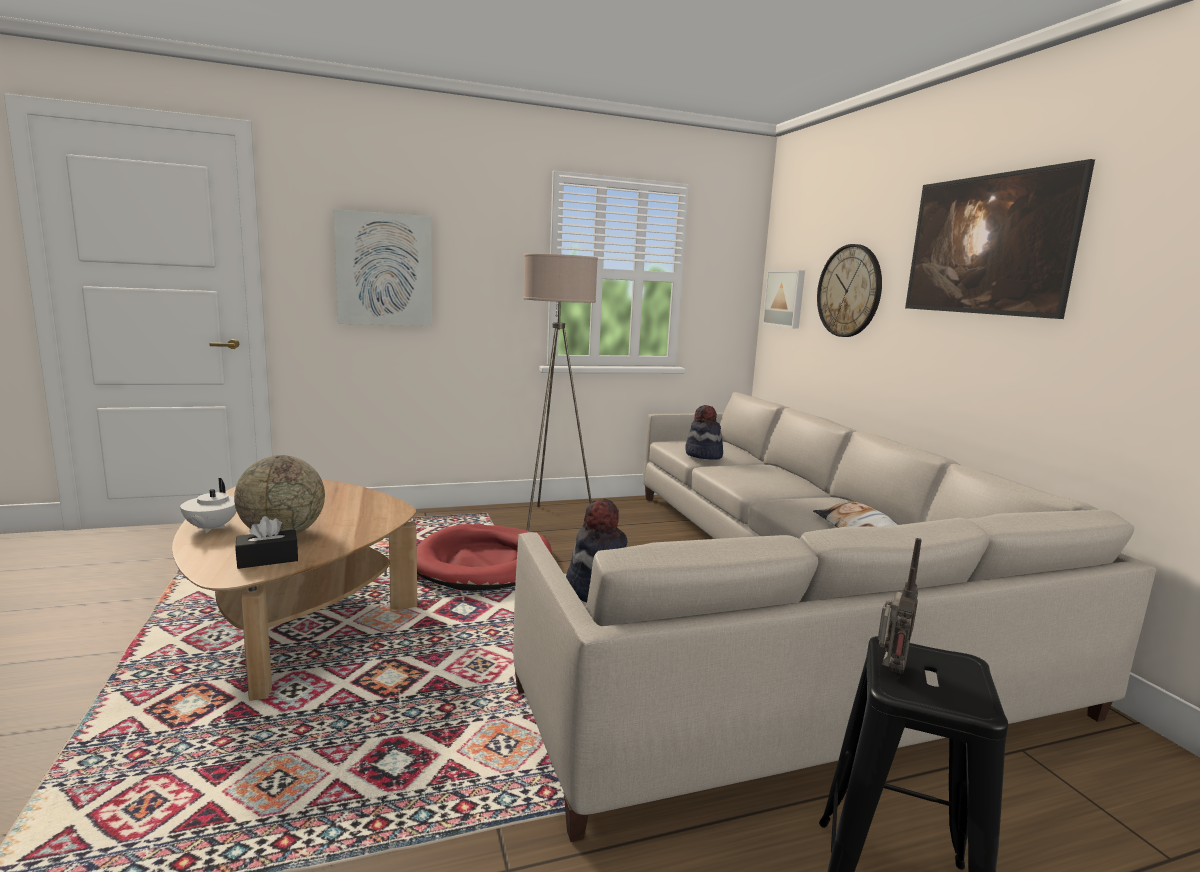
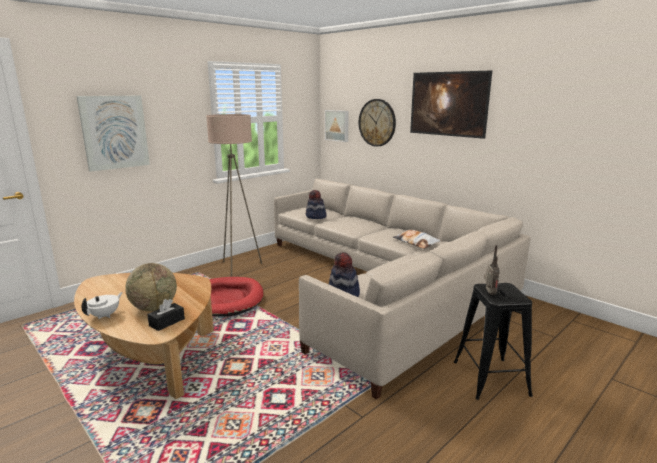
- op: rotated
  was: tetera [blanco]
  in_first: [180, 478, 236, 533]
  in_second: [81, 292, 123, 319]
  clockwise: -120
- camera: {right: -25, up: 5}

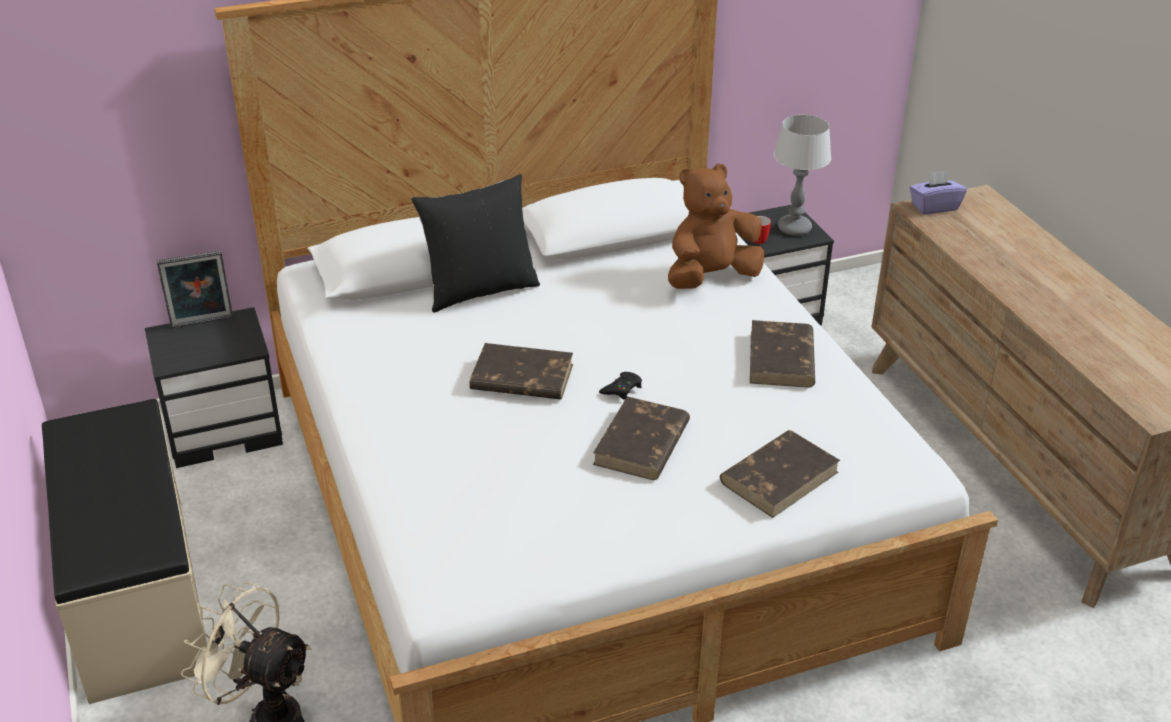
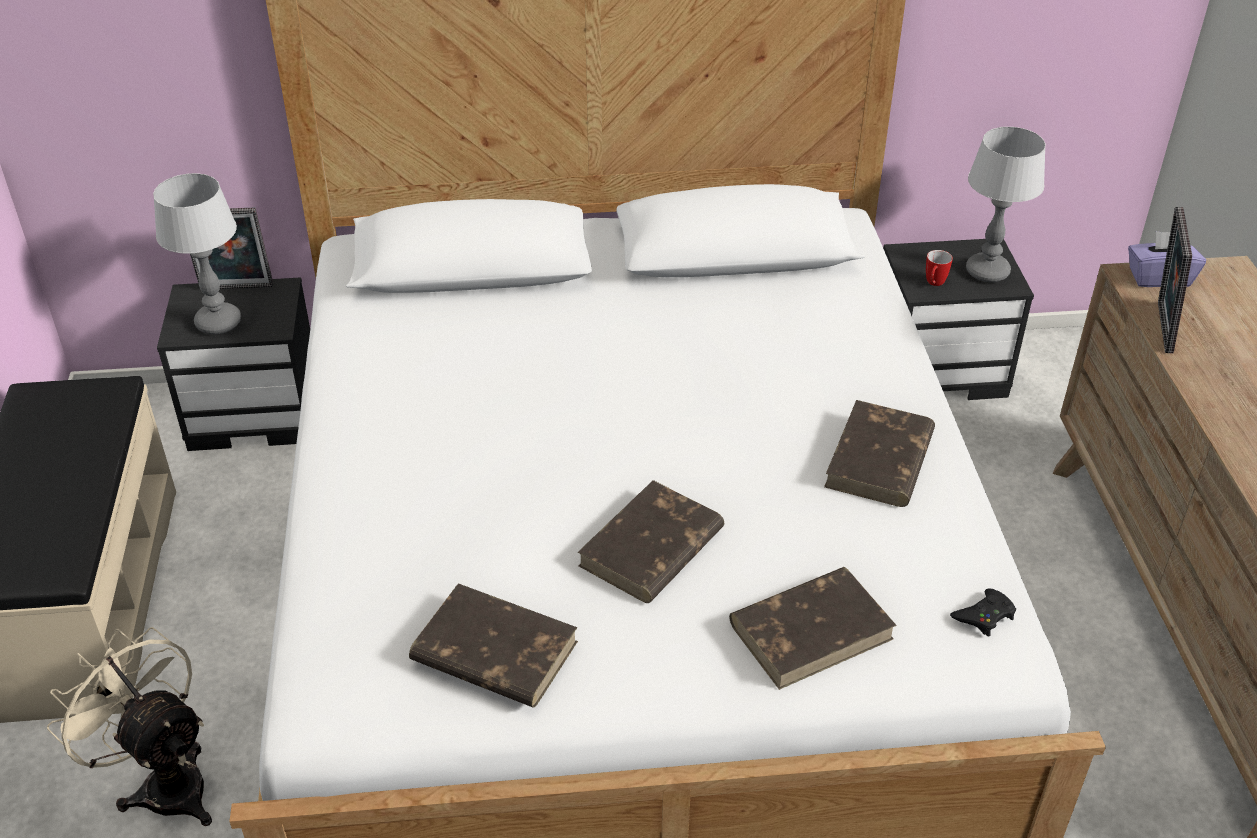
- op: new
  now: lámpara de mesa
  in_second: [153, 173, 241, 334]
- op: shifted
  was: libro [marrón]
  in_first: [469, 343, 573, 400]
  in_second: [409, 583, 578, 708]
- op: shifted
  was: mando de consola [negro]
  in_first: [599, 372, 642, 400]
  in_second: [950, 588, 1016, 637]
- op: new
  now: portarretratos
  in_second: [1158, 207, 1192, 353]
- op: gone
  was: cojín [negro]
  in_first: [411, 174, 540, 313]
- op: gone
  was: peluche [marrón]
  in_first: [668, 163, 764, 289]
- camera: {right: 15, up: 5}

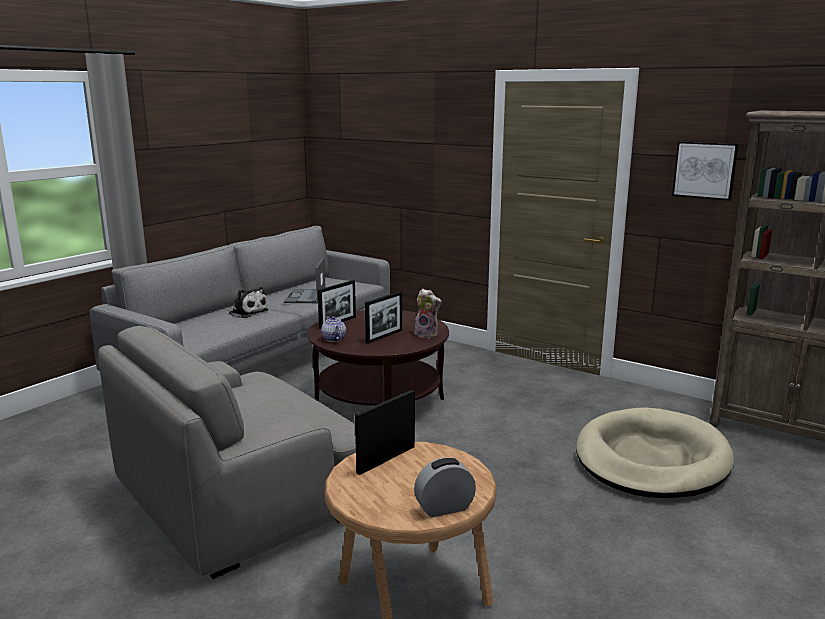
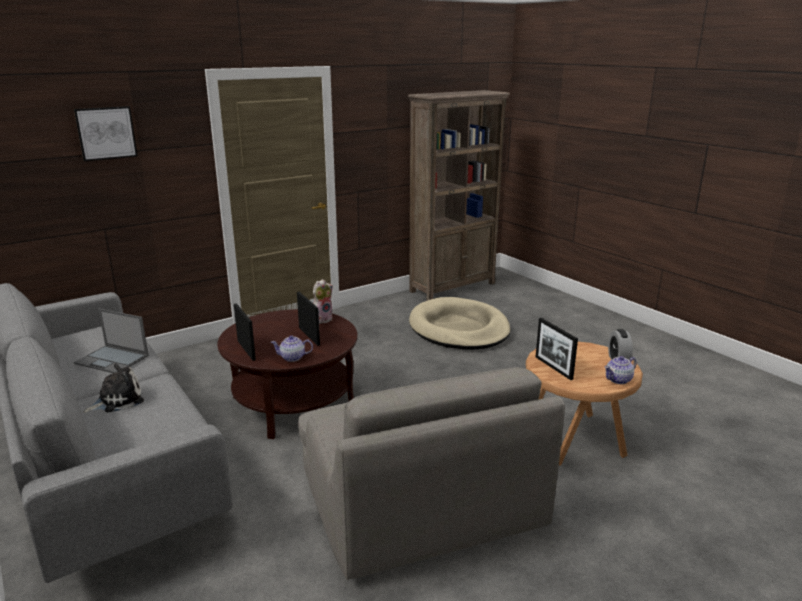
- op: shifted
  was: cuadro
  in_first: [672, 141, 739, 201]
  in_second: [74, 106, 138, 161]
- op: new
  now: tetera
  in_second: [605, 356, 636, 384]
- camera: {right: -70, up: 5}

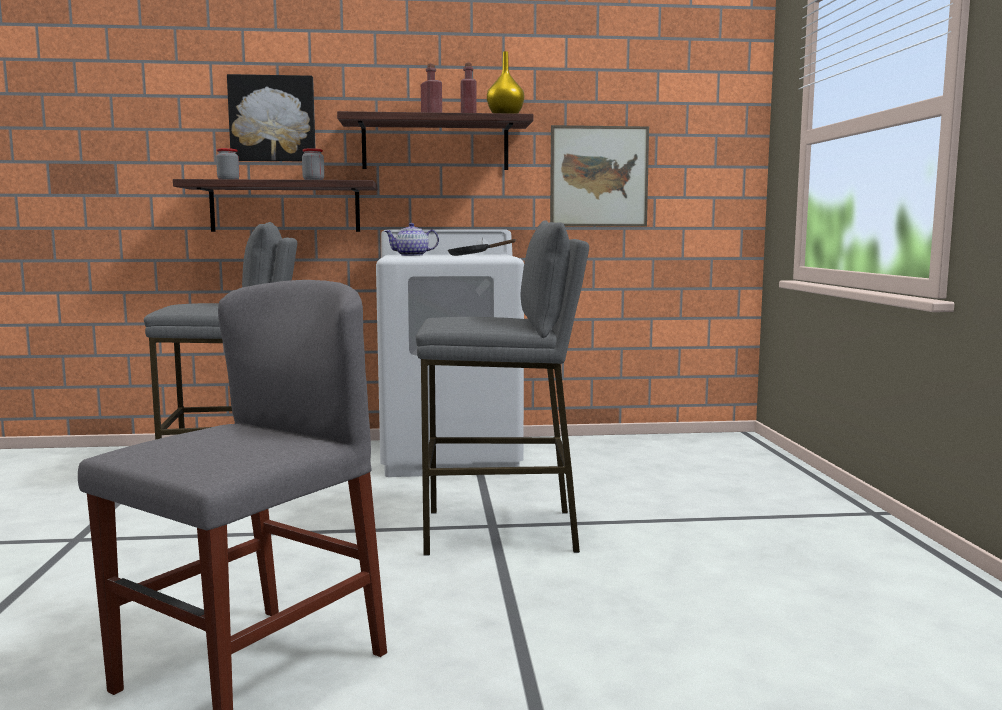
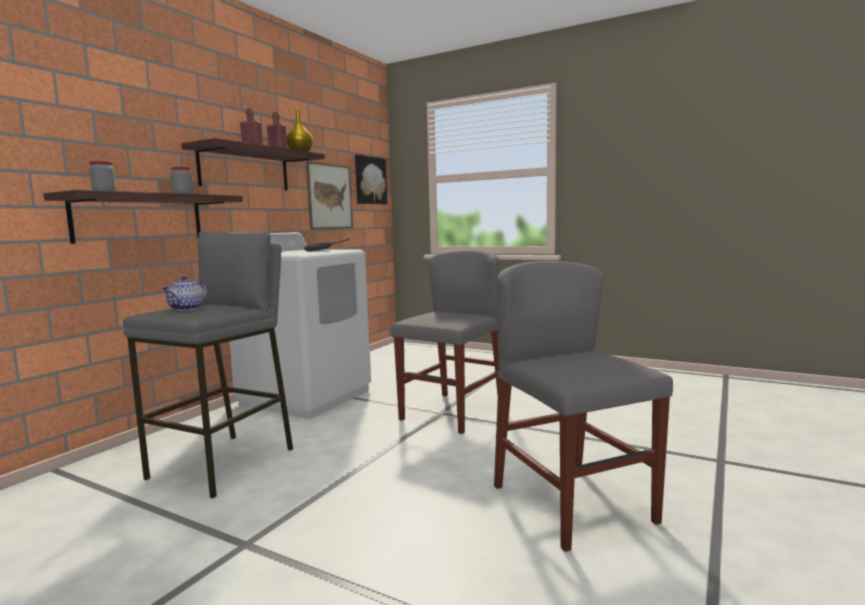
- op: shifted
  was: tetera
  in_first: [384, 223, 439, 256]
  in_second: [161, 276, 207, 311]
- op: shifted
  was: cuadro
  in_first: [227, 74, 316, 161]
  in_second: [355, 155, 387, 204]
- op: swapped
  was: taburete [gris]
  now: silla [gris]
  in_first: [416, 220, 589, 555]
  in_second: [391, 250, 500, 434]
- camera: {right: -55, up: 0}

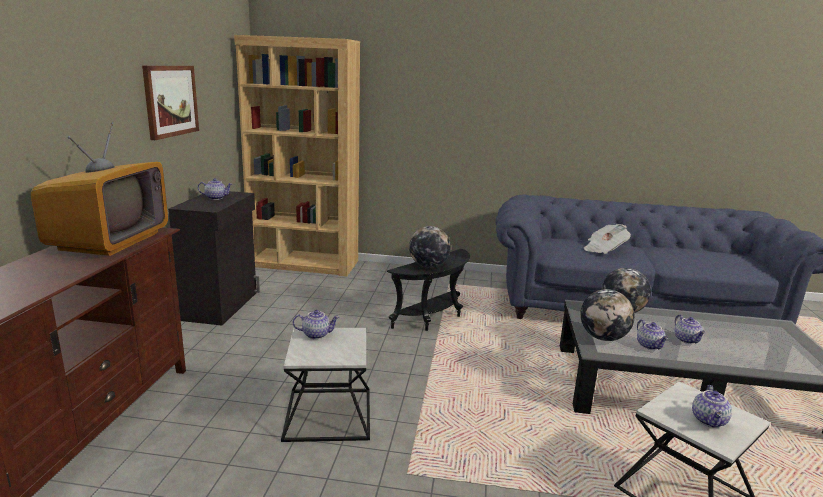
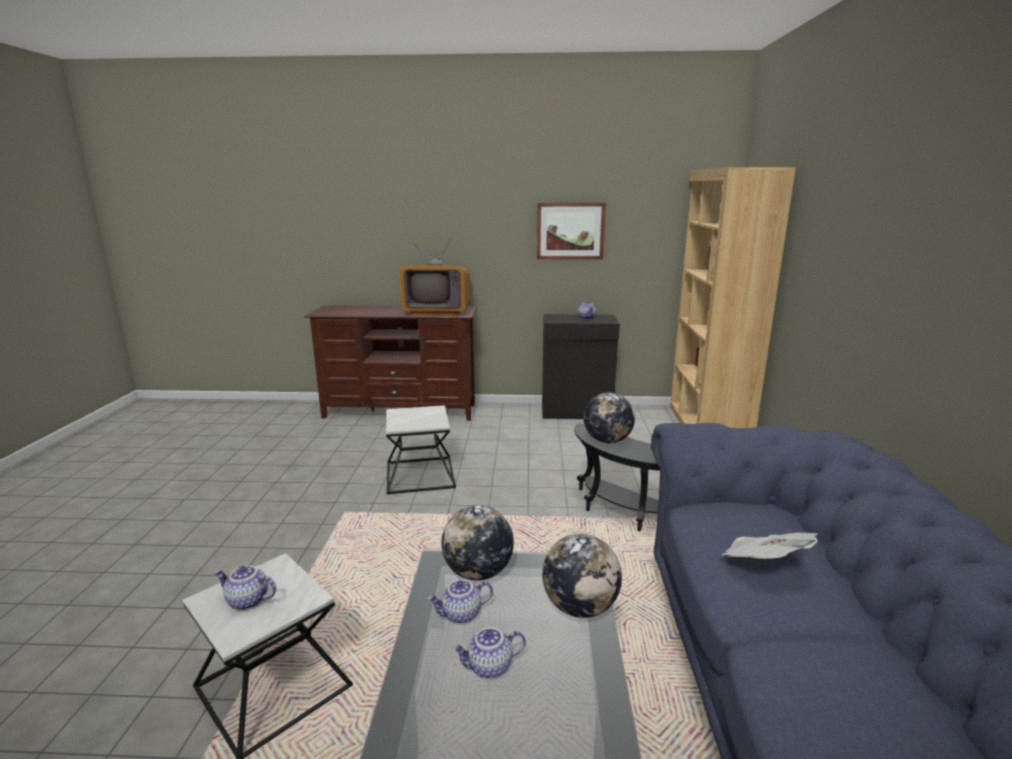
- op: gone
  was: tetera
  in_first: [293, 310, 340, 339]
- camera: {right: 85, up: 0}

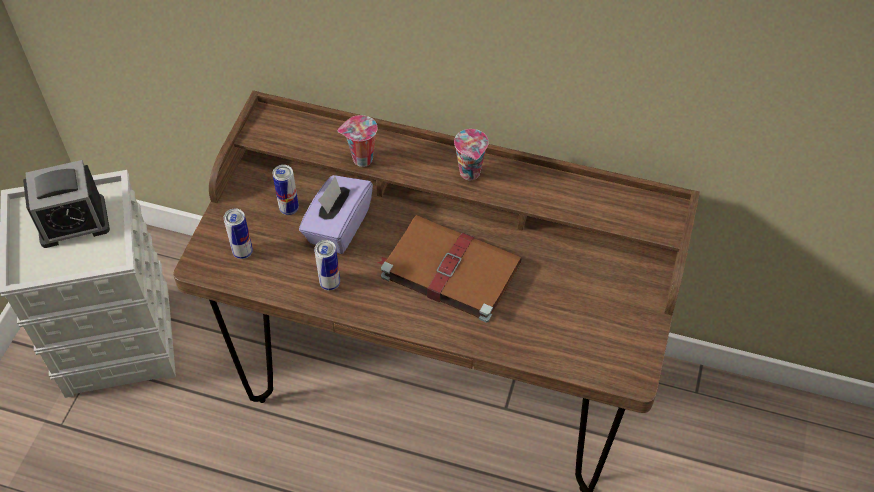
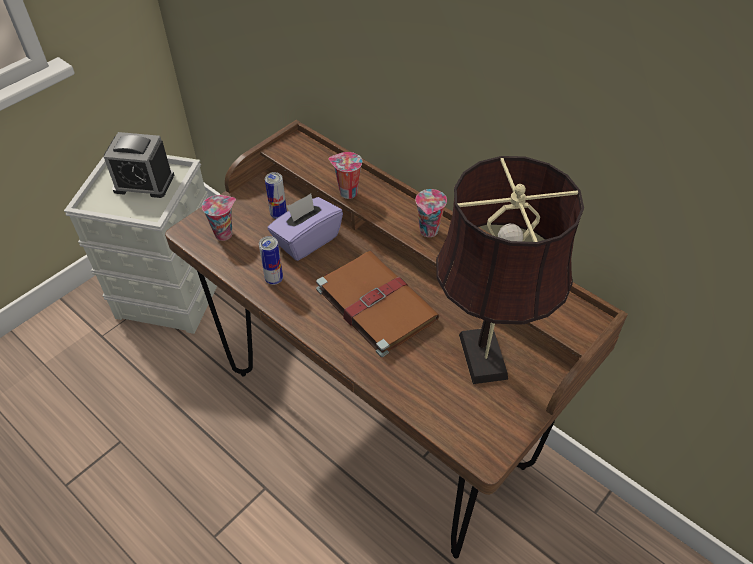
- op: swapped
  was: lata
  now: taza
  in_first: [223, 208, 253, 259]
  in_second: [202, 195, 236, 241]
- op: new
  now: lámpara de mesa [marrón]
  in_second: [436, 156, 584, 384]
- camera: {right: 25, up: -5}

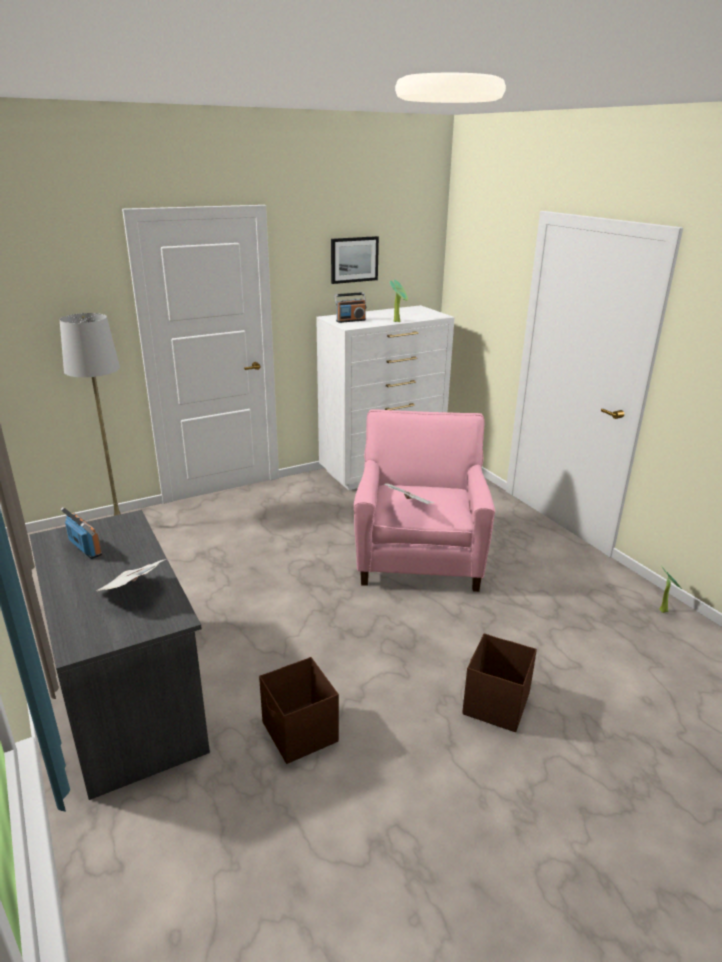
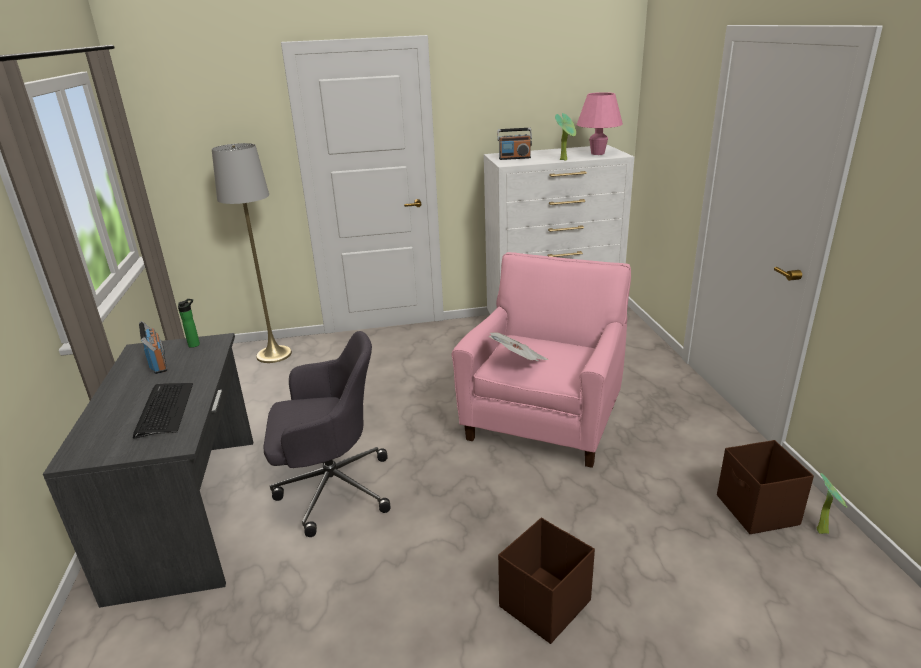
- op: swapped
  was: periódico
  now: teclado
  in_first: [96, 559, 166, 591]
  in_second: [133, 383, 193, 438]
- op: new
  now: botella
  in_second: [178, 299, 200, 348]
- op: new
  now: silla de oficina [gris]
  in_second: [264, 331, 390, 537]
- op: new
  now: lámpara de mesa [rosa]
  in_second: [577, 92, 623, 155]
- op: shifted
  was: caja de almacenaje [marrón]
  in_first: [259, 657, 339, 764]
  in_second: [717, 440, 814, 534]
- op: gone
  was: cuadro
  in_first: [331, 236, 379, 284]
- camera: {right: 20, up: 0}

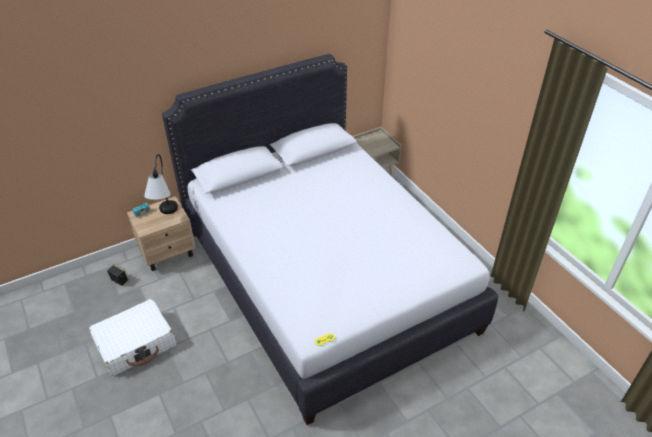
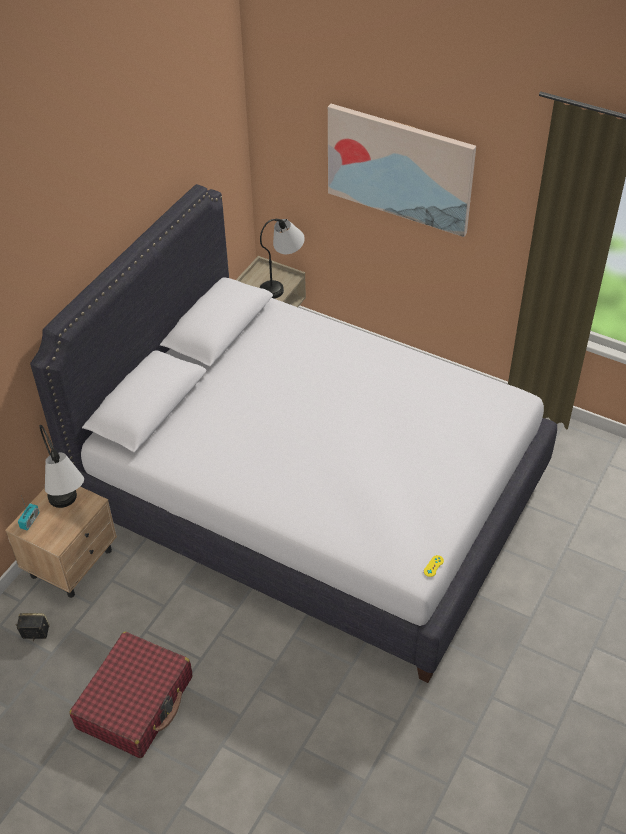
- op: repainted
  was: maleta [blanco]
  now: maleta [rojo]
  in_first: [89, 299, 176, 376]
  in_second: [69, 632, 192, 758]
- op: new
  now: lámpara de mesa
  in_second: [260, 219, 305, 299]
- op: new
  now: cuadro
  in_second: [328, 104, 476, 237]
- camera: {right: -30, up: 5}

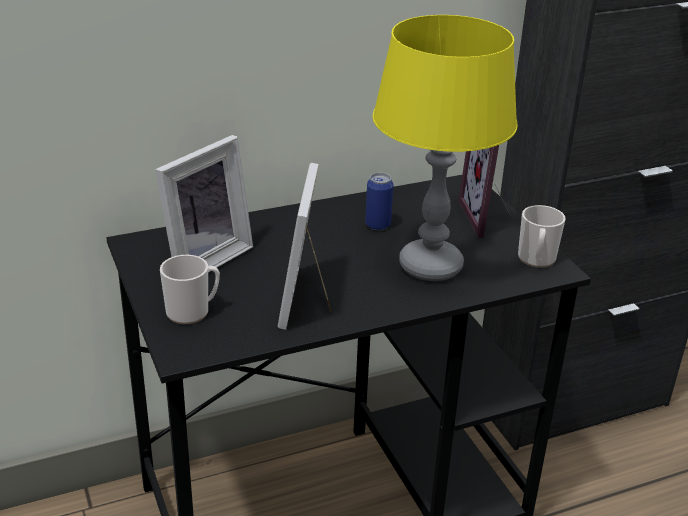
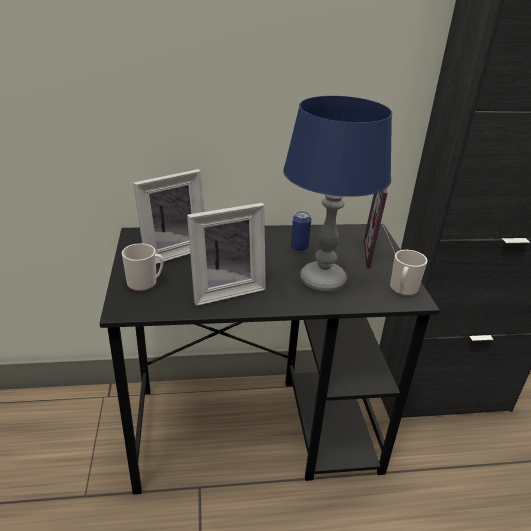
- op: rotated
  was: portarretratos
  in_first: [278, 163, 331, 330]
  in_second: [187, 203, 266, 306]
  clockwise: -135
- op: repainted
  was: lámpara de mesa [amarillo]
  now: lámpara de mesa [azul]
  in_first: [372, 15, 518, 281]
  in_second: [283, 96, 392, 292]
- camera: {right: 15, up: 0}

